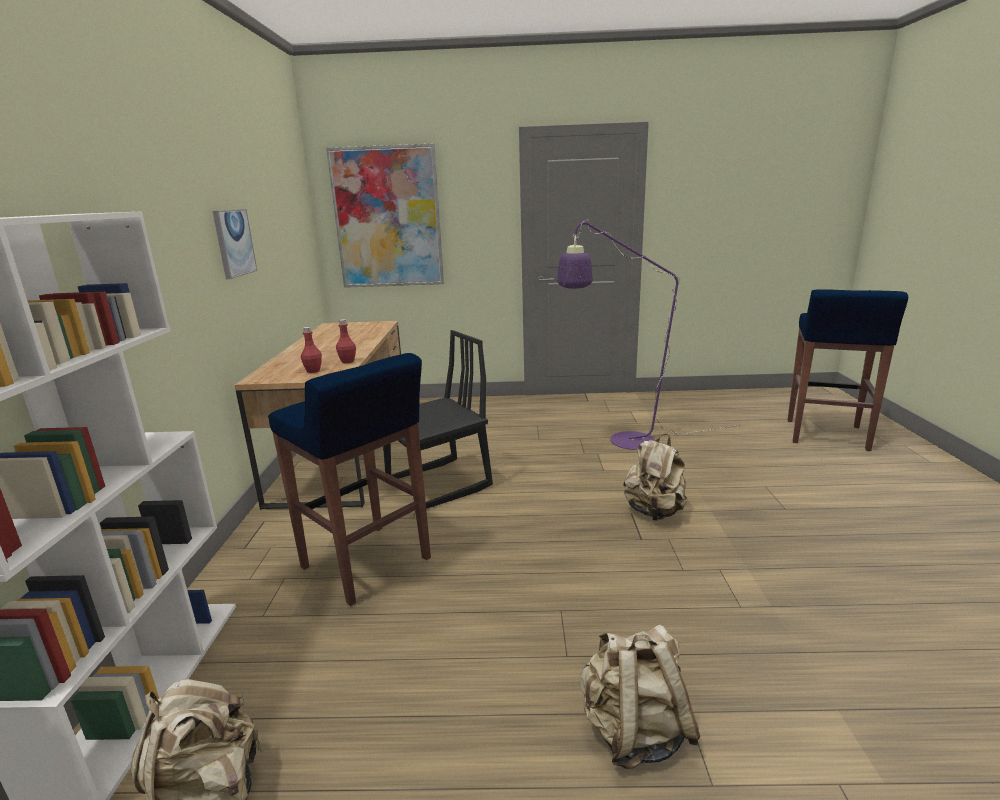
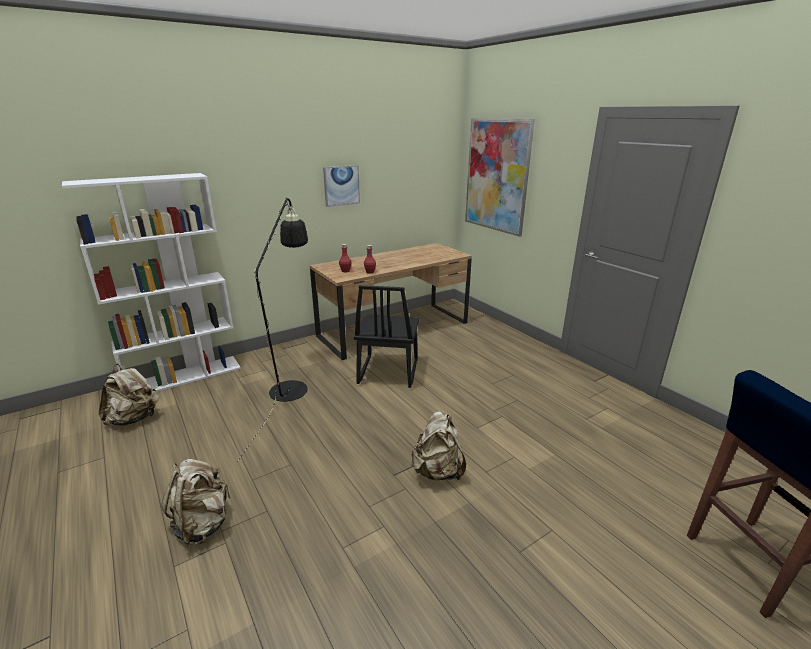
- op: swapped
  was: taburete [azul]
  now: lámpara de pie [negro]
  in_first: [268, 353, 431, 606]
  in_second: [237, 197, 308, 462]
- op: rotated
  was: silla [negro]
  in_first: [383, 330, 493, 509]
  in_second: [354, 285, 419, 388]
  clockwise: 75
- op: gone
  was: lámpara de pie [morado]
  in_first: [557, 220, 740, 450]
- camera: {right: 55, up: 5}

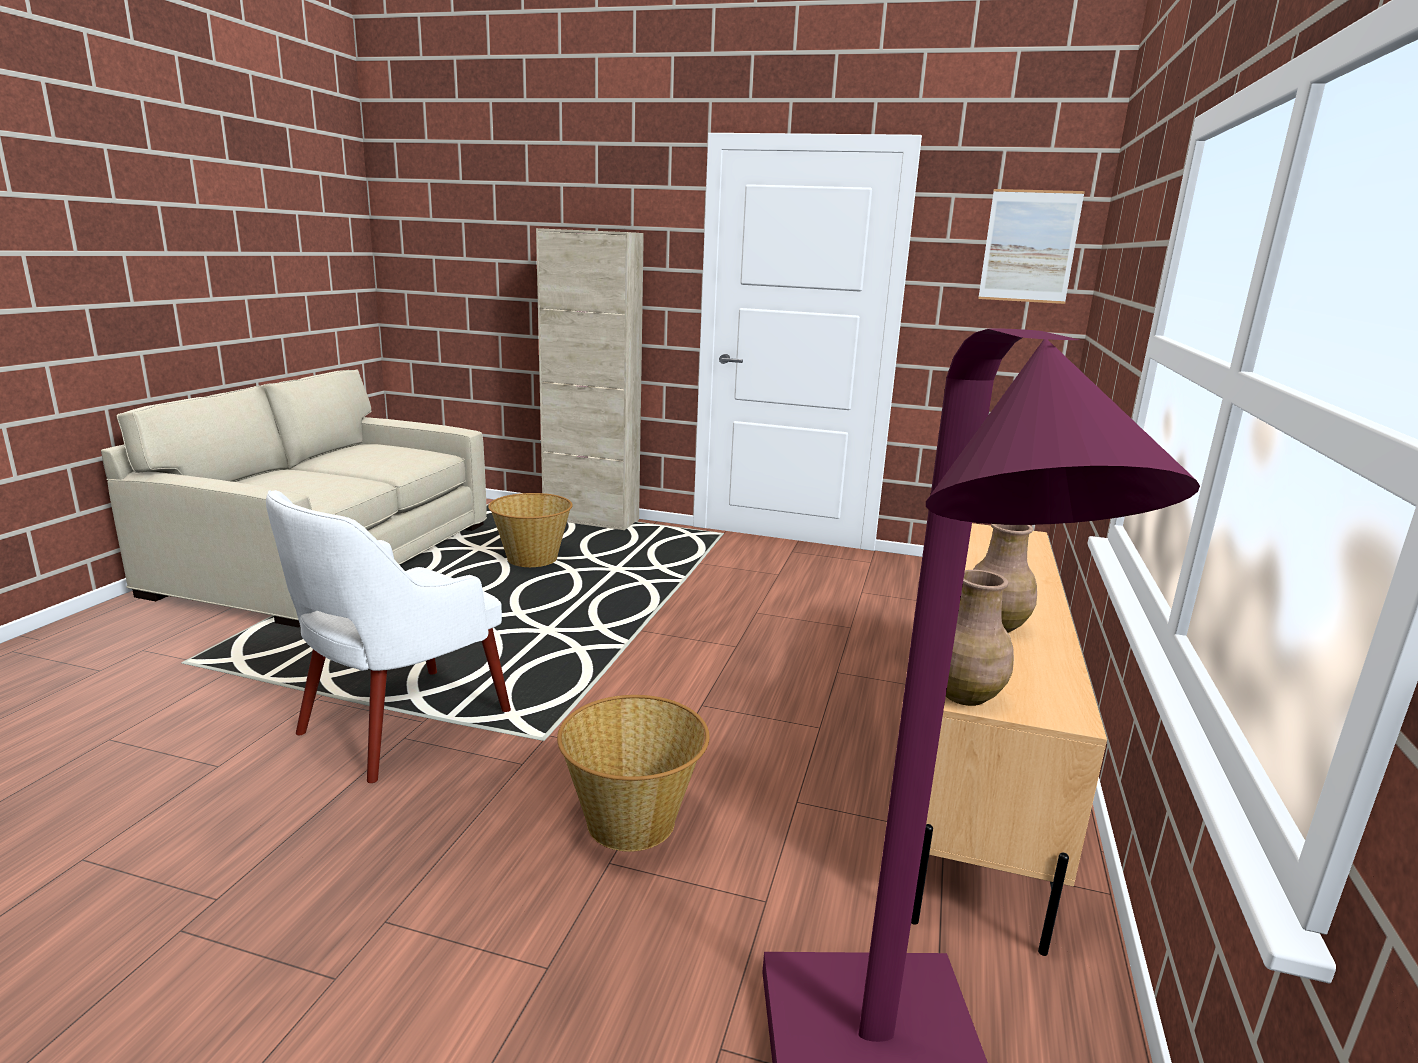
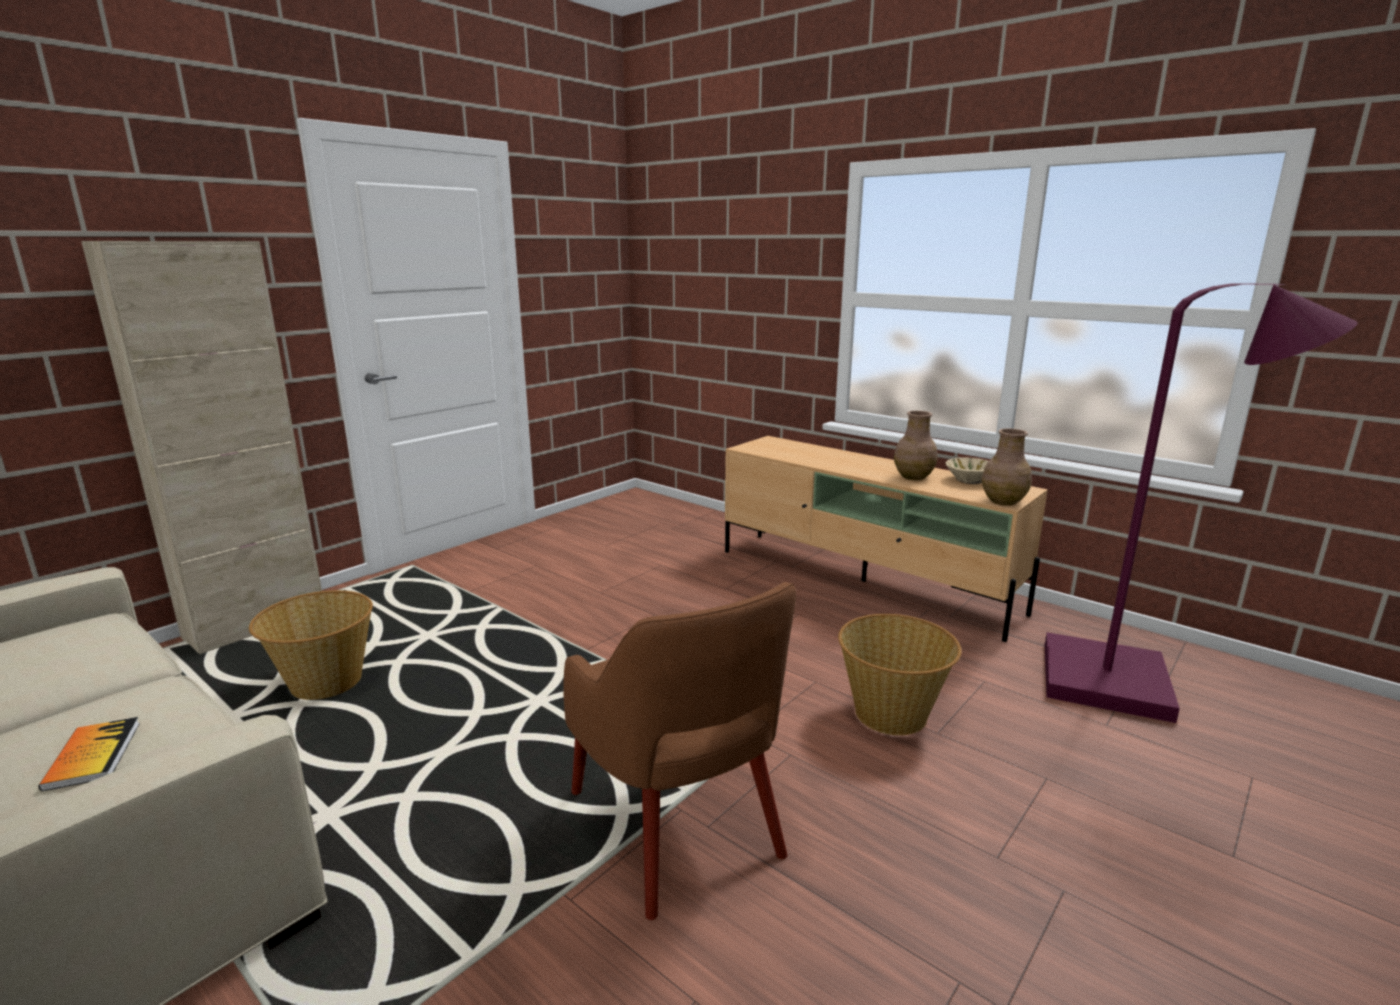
- op: new
  now: libro
  in_second: [38, 717, 140, 791]
- op: repainted
  was: sillón [blanco]
  now: sillón [marrón]
  in_first: [266, 490, 511, 783]
  in_second: [564, 582, 796, 920]
- op: new
  now: cuenco [beis]
  in_second: [945, 458, 988, 484]
- op: gone
  was: cuadro
  in_first: [978, 189, 1085, 304]
- camera: {right: -65, up: 0}

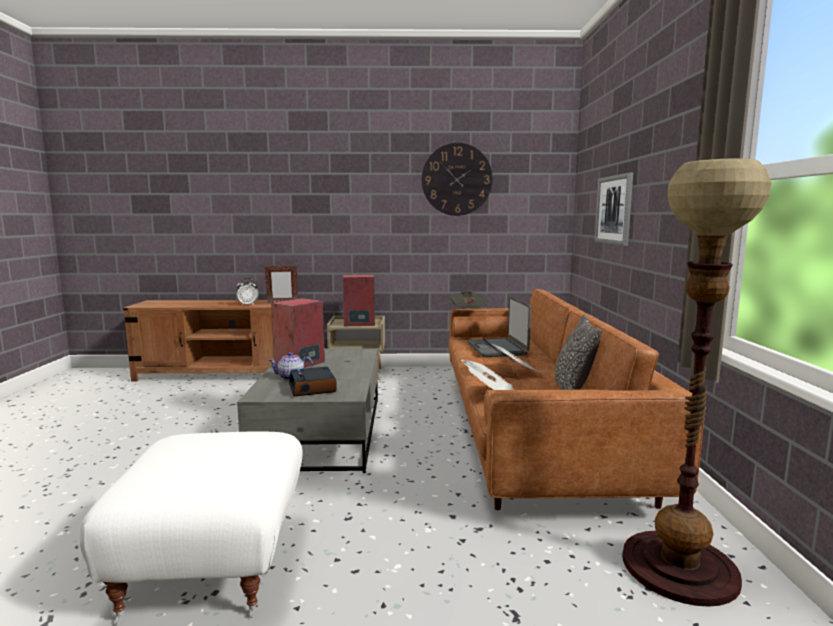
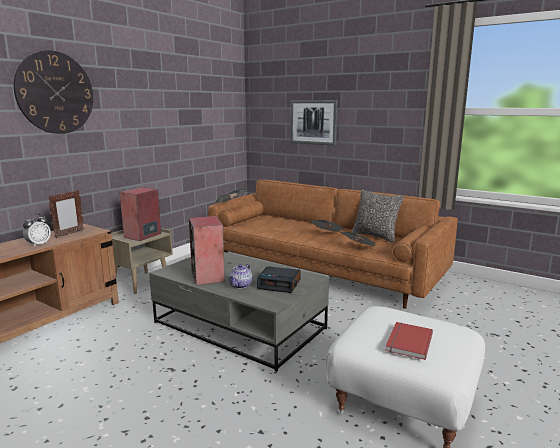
- op: shifted
  was: reloj de pared
  in_first: [422, 143, 493, 216]
  in_second: [14, 50, 93, 134]
- op: new
  now: libro [rojo]
  in_second: [385, 322, 433, 360]
- op: gone
  was: portátil
  in_first: [467, 297, 531, 357]
- op: gone
  was: lámpara de pie
  in_first: [622, 158, 771, 607]
- camera: {right: -55, up: 5}

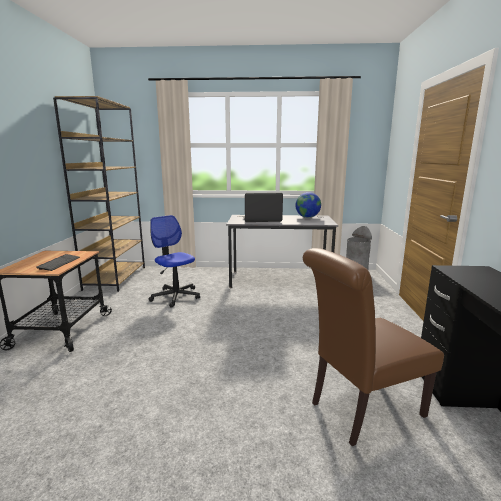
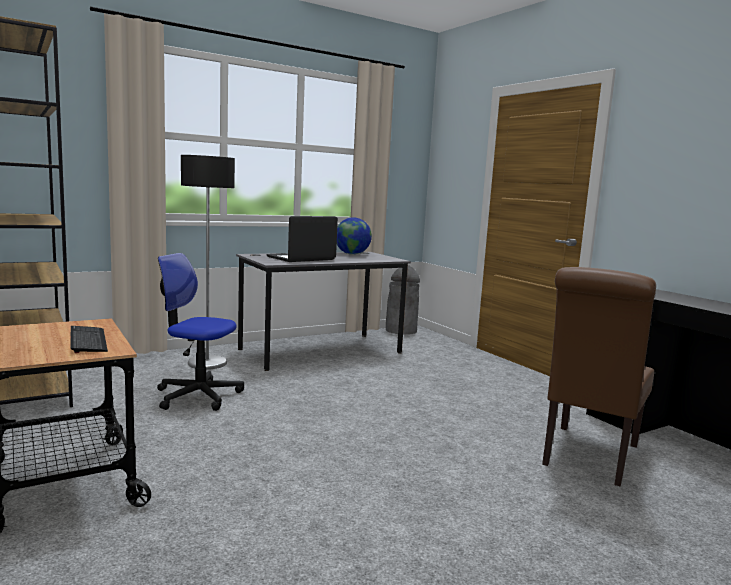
- op: new
  now: lámpara de pie
  in_second: [181, 155, 235, 370]
- camera: {right: -35, up: -5}

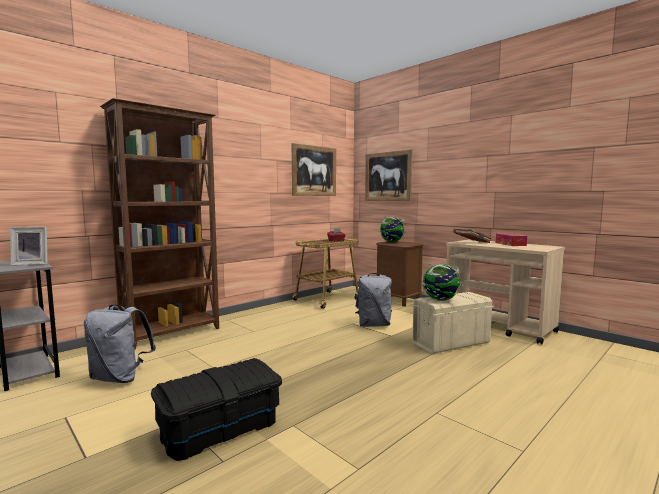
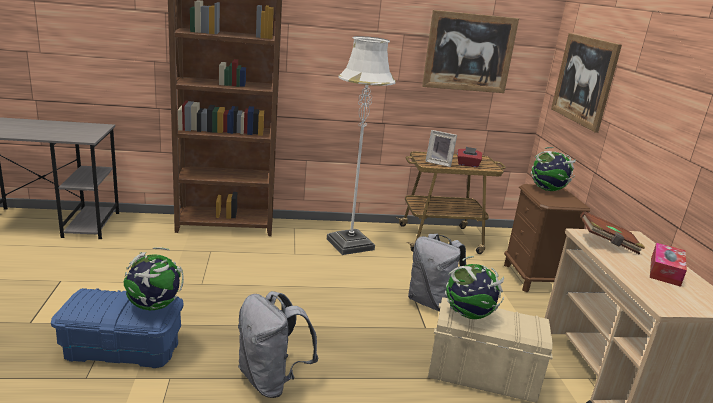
- op: repainted
  was: caja de almacenaje [negro]
  now: caja de almacenaje [azul]
  in_first: [151, 358, 282, 461]
  in_second: [51, 288, 184, 368]
- op: new
  now: globo terráqueo
  in_second: [124, 247, 184, 310]
- op: shifted
  was: mochila [gris]
  in_first: [84, 305, 156, 383]
  in_second: [238, 291, 318, 398]
- op: new
  now: lámpara de pie [blanco]
  in_second: [327, 36, 396, 255]
- op: shifted
  was: portarretratos
  in_first: [10, 227, 47, 266]
  in_second: [425, 130, 457, 167]
- camera: {right: 35, up: 15}

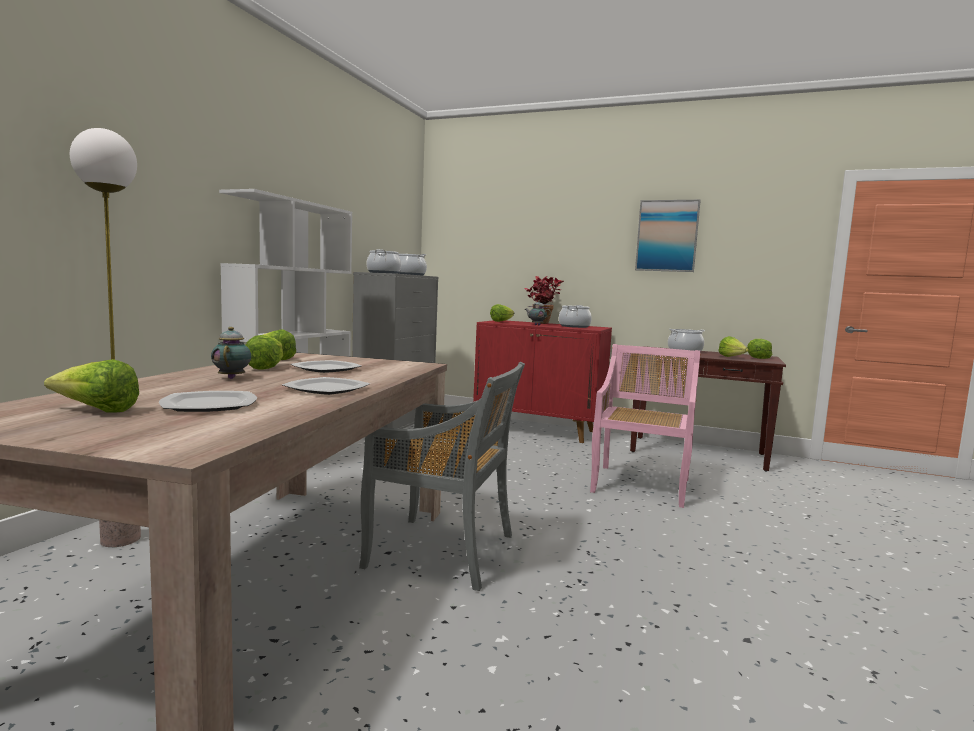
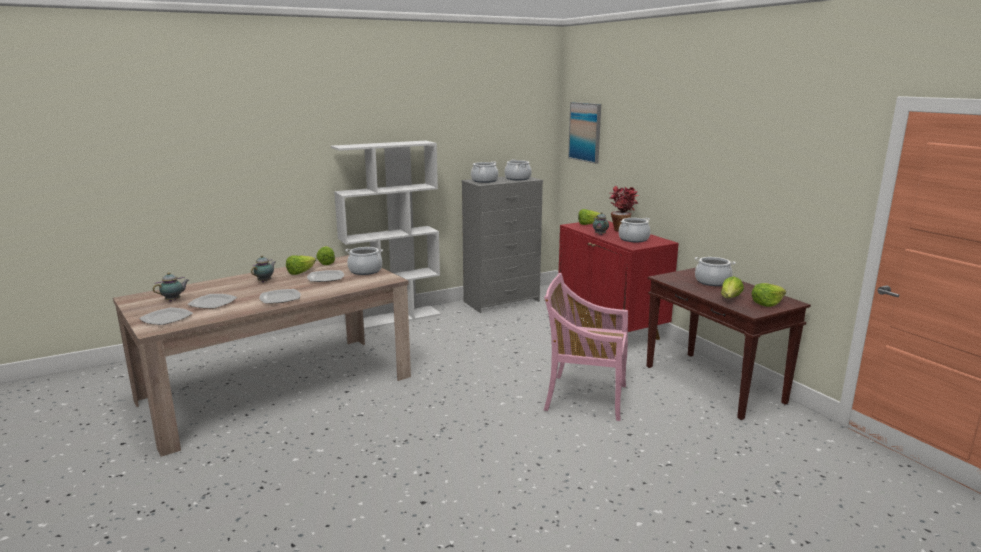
- op: new
  now: plato
  in_second: [139, 307, 193, 325]
- op: swapped
  was: lechuga
  now: tetera
  in_first: [44, 359, 139, 413]
  in_second: [153, 272, 189, 302]
- op: new
  now: olla
  in_second: [345, 247, 383, 275]
- op: rotated
  was: silla [rosa]
  in_first: [590, 344, 701, 508]
  in_second: [544, 273, 628, 421]
  clockwise: -135
- op: shifted
  was: cuadro
  in_first: [635, 200, 701, 272]
  in_second: [568, 102, 601, 164]
- op: gone
  was: lámpara de pie
  in_first: [70, 128, 141, 547]
- op: gone
  was: silla [gris]
  in_first: [359, 362, 525, 591]
- camera: {right: 40, up: 10}

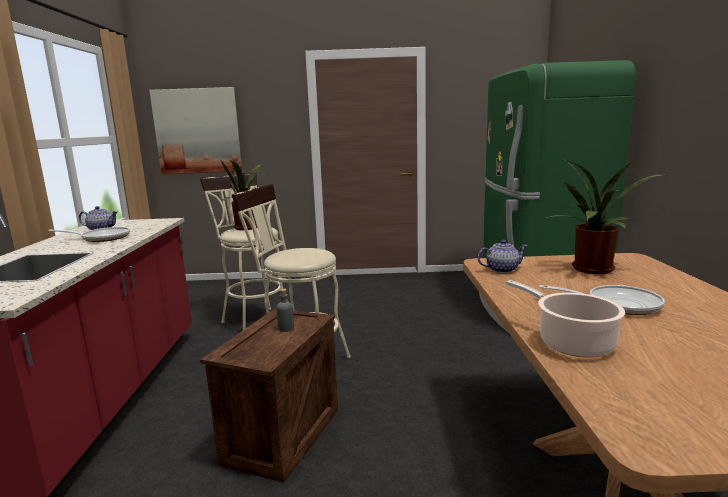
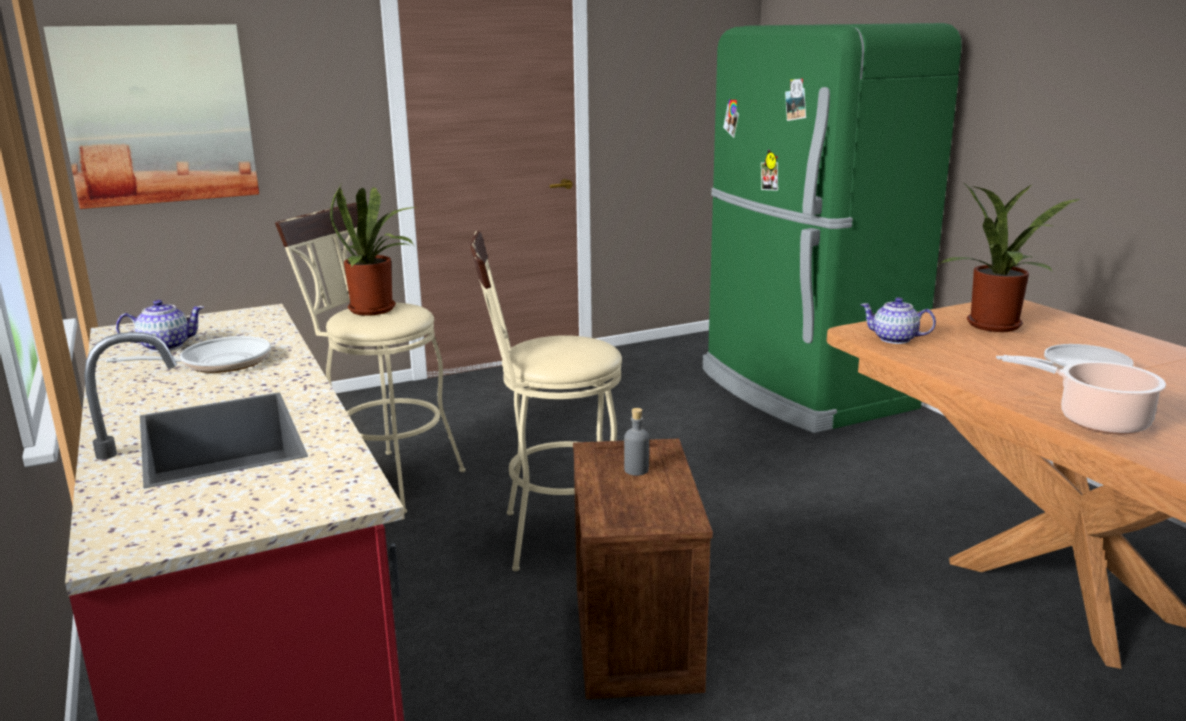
- op: rotated
  was: tetera
  in_first: [478, 240, 528, 273]
  in_second: [860, 297, 936, 344]
  clockwise: -120
- camera: {right: -25, up: 5}

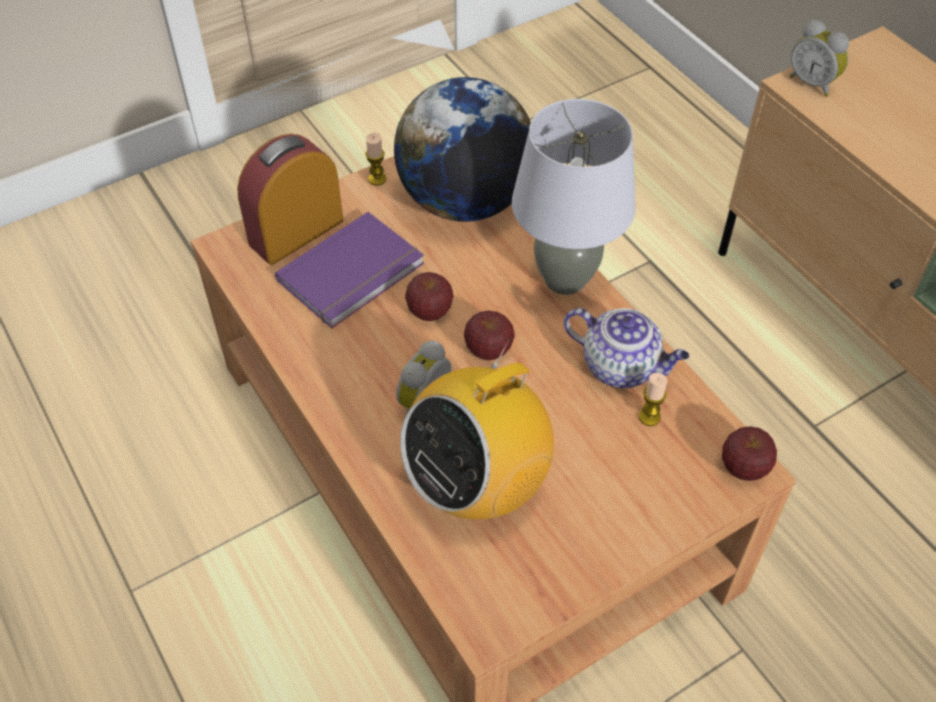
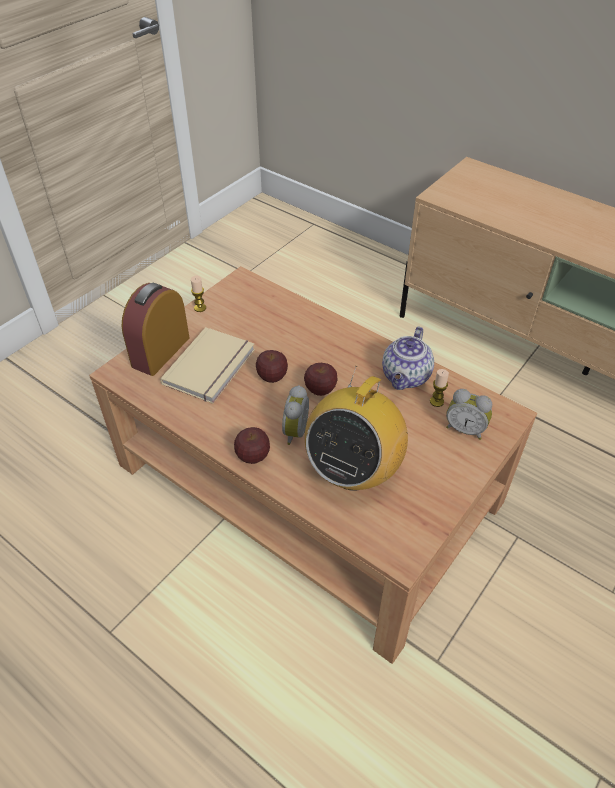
- op: repainted
  was: libro [morado]
  now: libro [beis]
  in_first: [275, 212, 424, 328]
  in_second: [160, 327, 255, 404]
- op: shifted
  was: manzana
  in_first: [722, 426, 777, 481]
  in_second: [234, 427, 270, 464]
- op: rotated
  was: tetera
  in_first: [564, 308, 689, 388]
  in_second: [382, 326, 434, 390]
  clockwise: 105
- op: shifted
  was: despertador
  in_first: [790, 20, 849, 97]
  in_second: [446, 389, 492, 440]
- op: gone
  was: globo terráqueo
  in_first: [394, 77, 531, 222]
- op: gone
  was: lámpara de mesa [gris]
  in_first: [512, 99, 636, 295]
- camera: {right: -20, up: -5}

